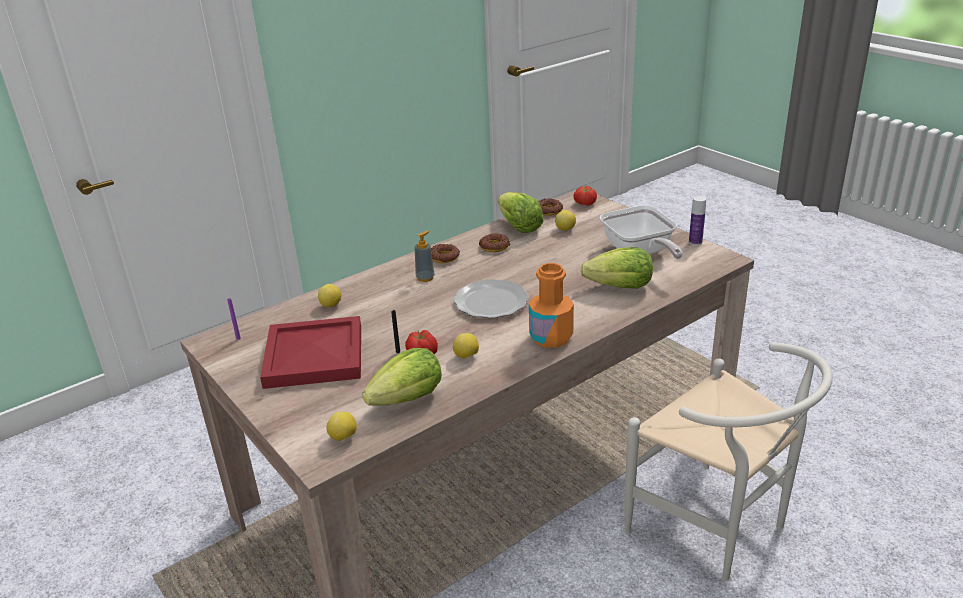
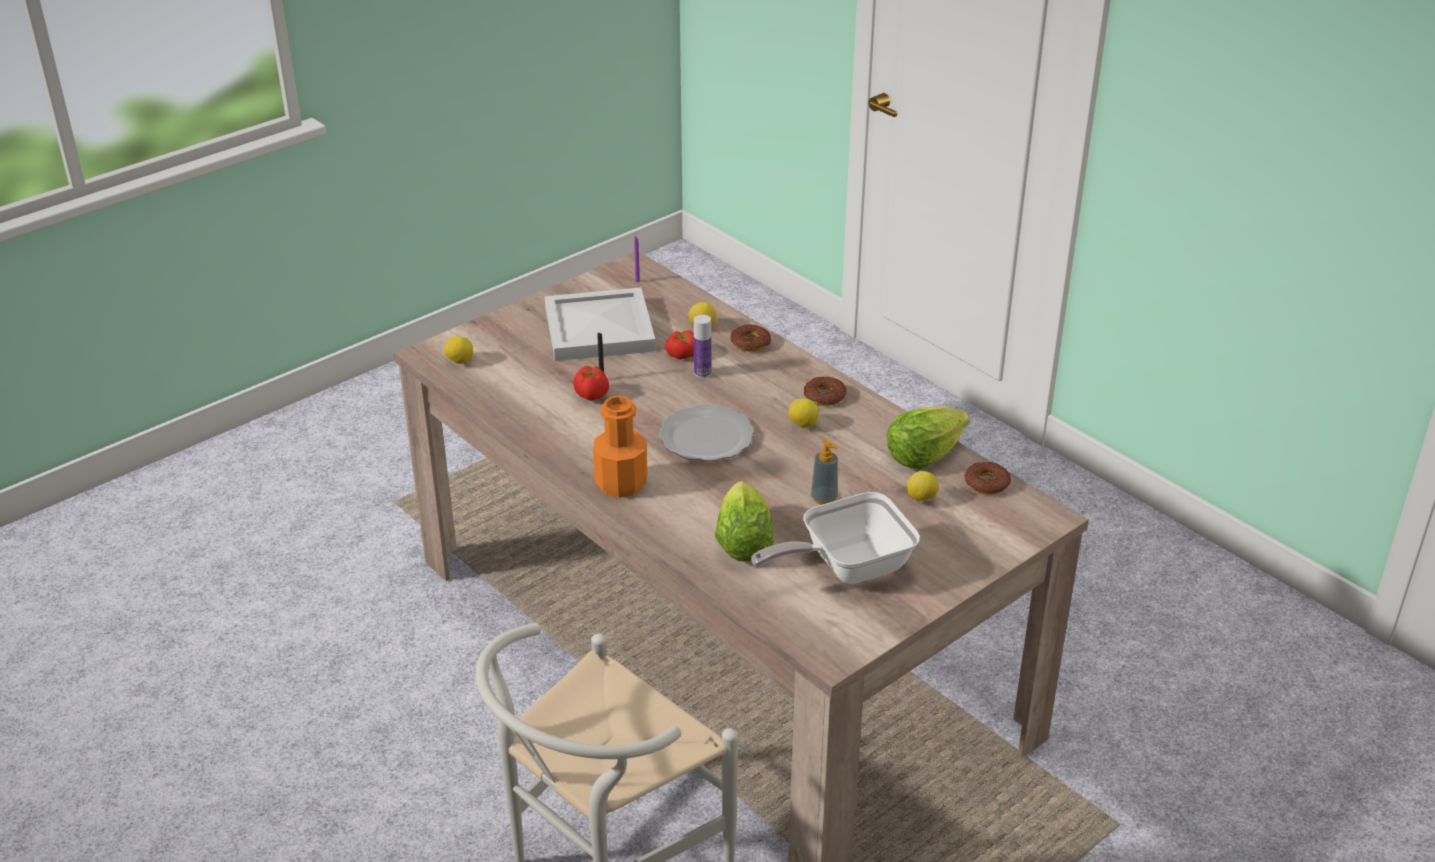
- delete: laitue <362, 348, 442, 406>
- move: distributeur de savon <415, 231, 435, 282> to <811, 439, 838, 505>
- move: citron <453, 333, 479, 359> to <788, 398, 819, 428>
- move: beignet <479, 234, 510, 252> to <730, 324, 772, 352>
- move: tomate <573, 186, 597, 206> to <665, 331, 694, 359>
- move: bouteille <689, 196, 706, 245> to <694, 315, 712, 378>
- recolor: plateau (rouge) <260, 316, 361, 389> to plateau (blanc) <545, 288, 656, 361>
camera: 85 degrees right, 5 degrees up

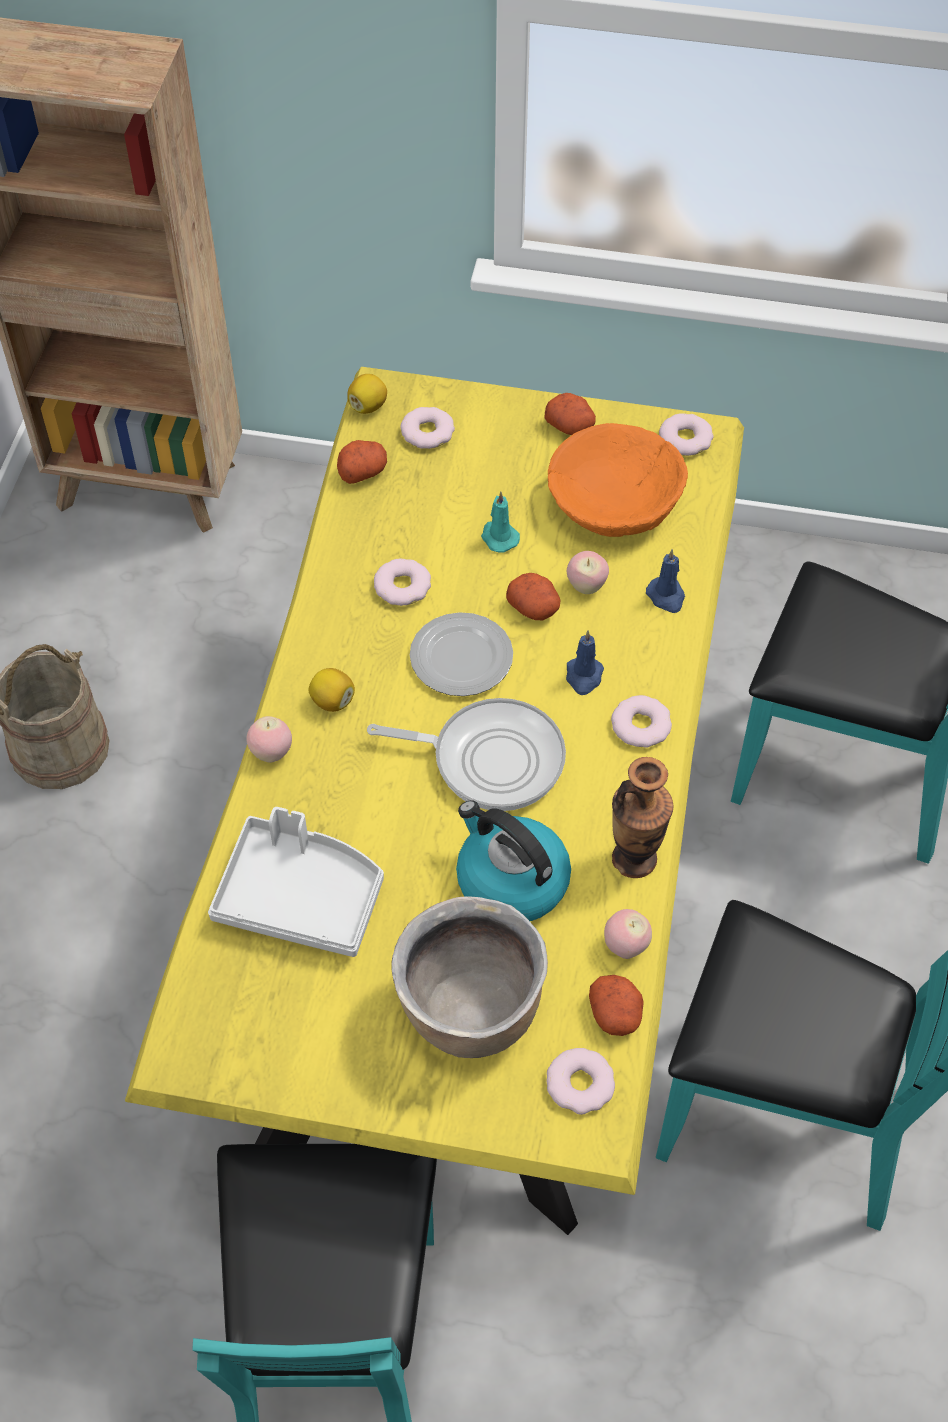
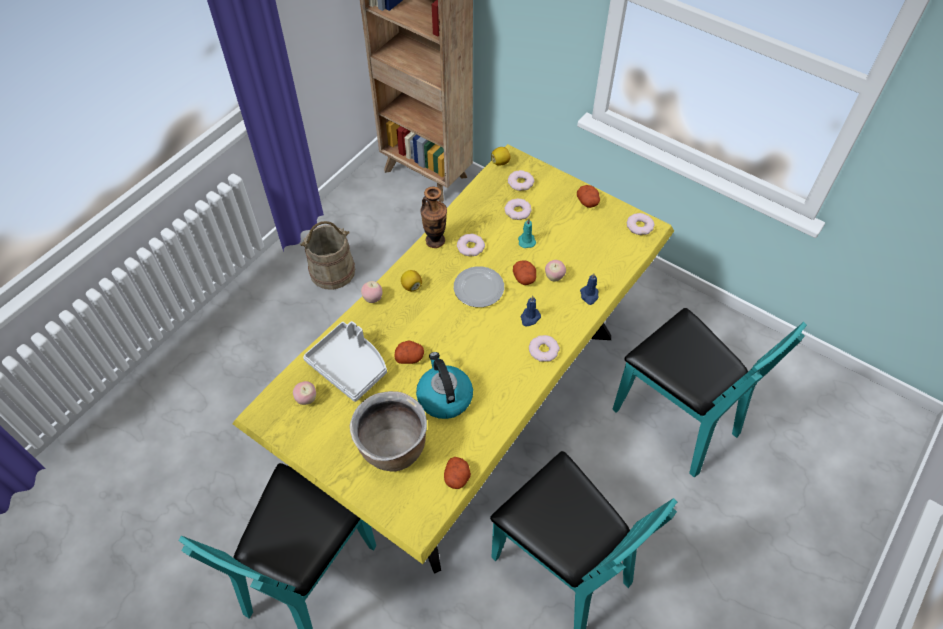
- delete: poêle <367, 698, 566, 811>
- delete: bol (orange) <548, 423, 688, 537>
- move: pomme de terre <337, 440, 387, 484> to <394, 341, 424, 364>
- move: beignet <547, 1048, 615, 1115> to <504, 198, 532, 220>
- move: pomme <604, 909, 652, 959> to <293, 381, 316, 405>
- move: vase <612, 757, 673, 878> to <420, 186, 447, 248>
camera: 25 degrees right, 0 degrees up

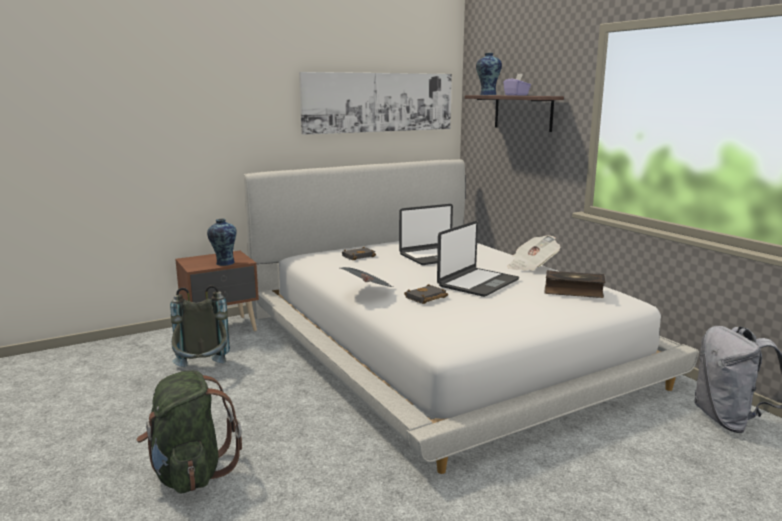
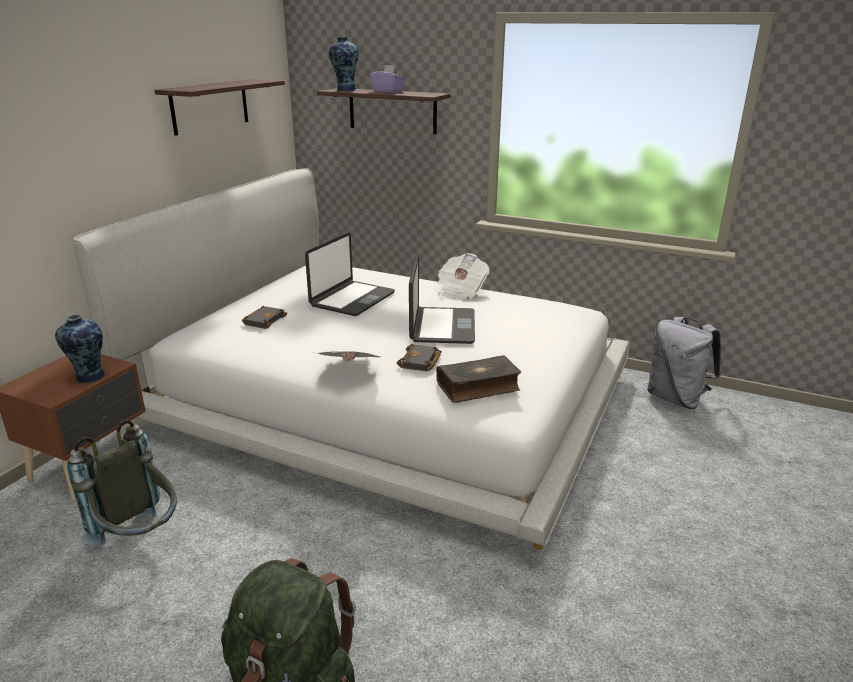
- move: livre <544, 270, 605, 298> to <436, 355, 521, 403>
- replace: tableau <299, 72, 452, 135> to étagère <154, 79, 285, 136>
camera: 35 degrees left, 10 degrees up

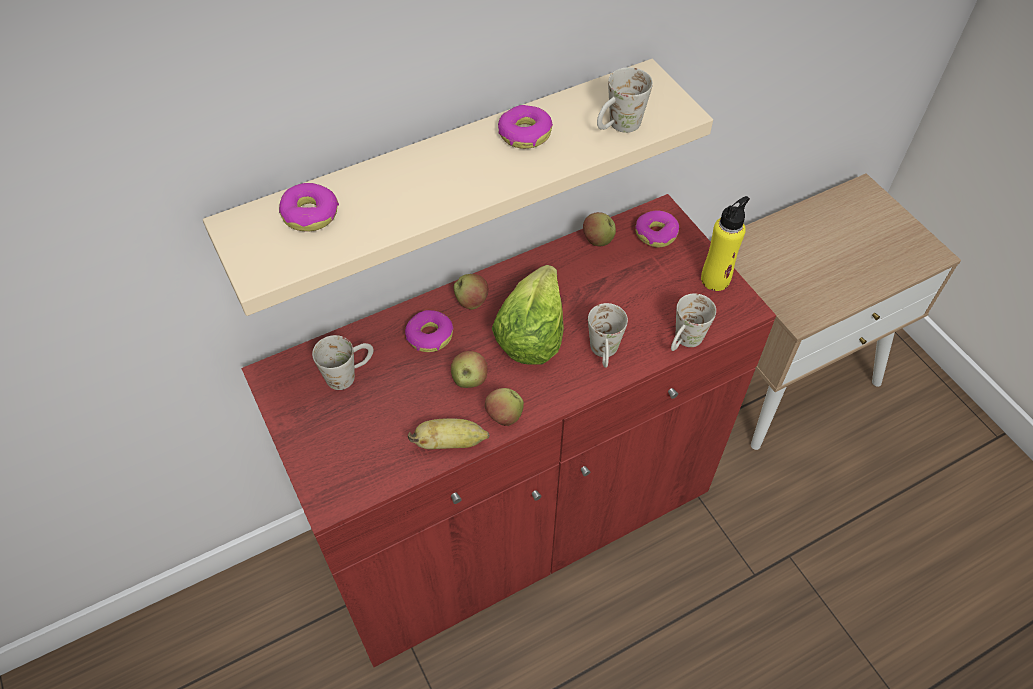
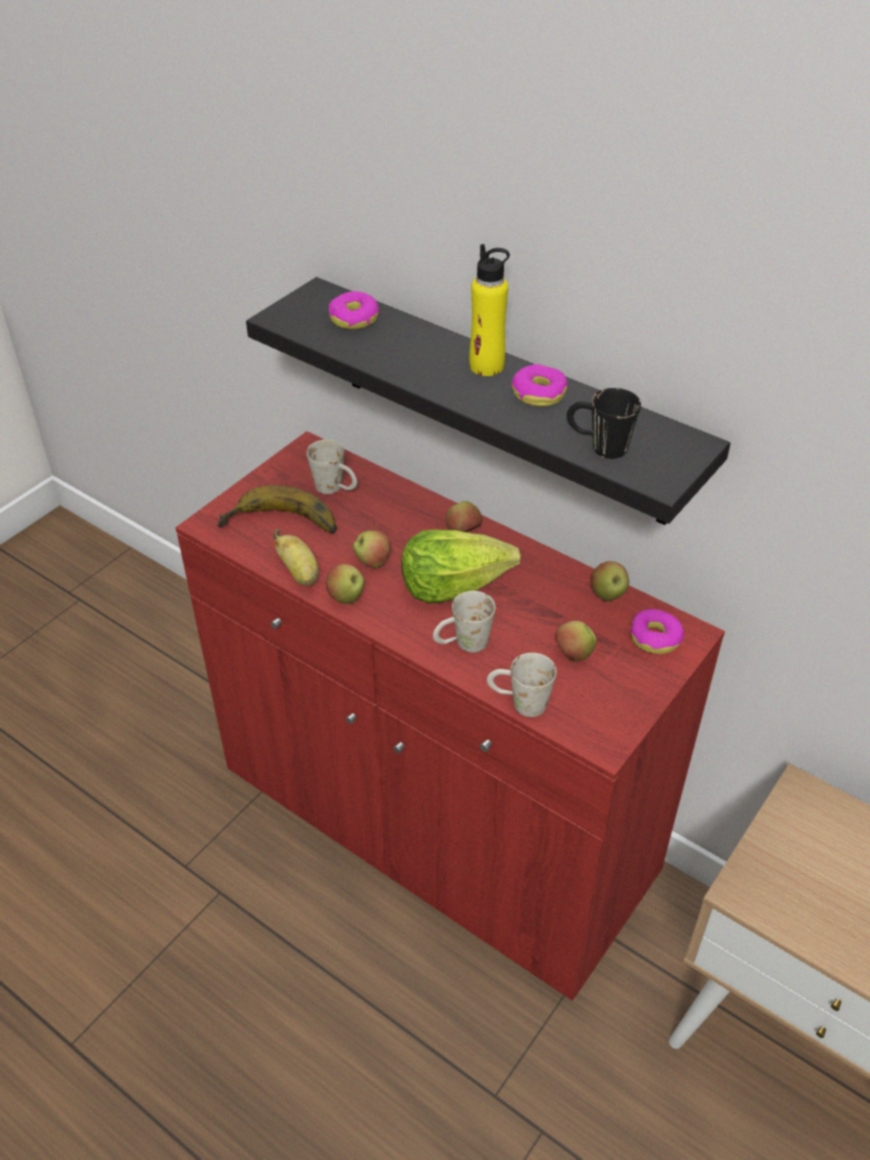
- delete: beignet <405, 310, 453, 352>
- insert: banane <217, 485, 337, 534>
- insert: pomme <555, 621, 597, 662>
- move: bouteille (jaune) <701, 196, 750, 291> to <469, 244, 510, 376>
- recolor: étagère (beige) <203, 59, 713, 316> to étagère (noir) <246, 277, 731, 525>
- recolor: mug (blanc) <597, 67, 653, 133> to mug (noir) <567, 388, 641, 459>
camera: 65 degrees right, 10 degrees down

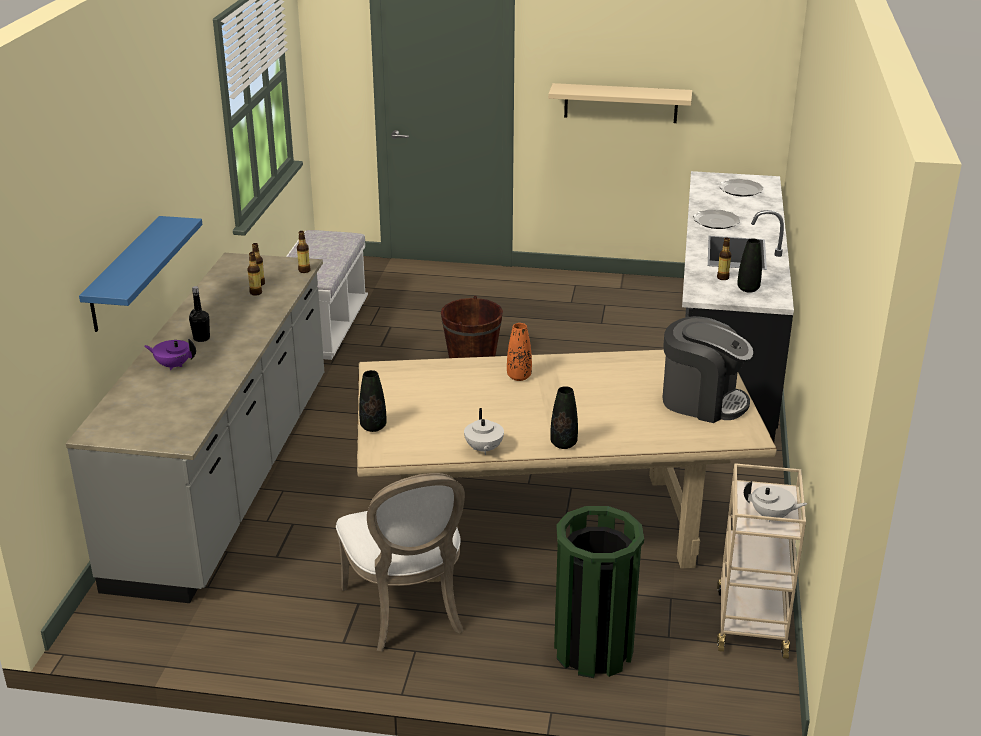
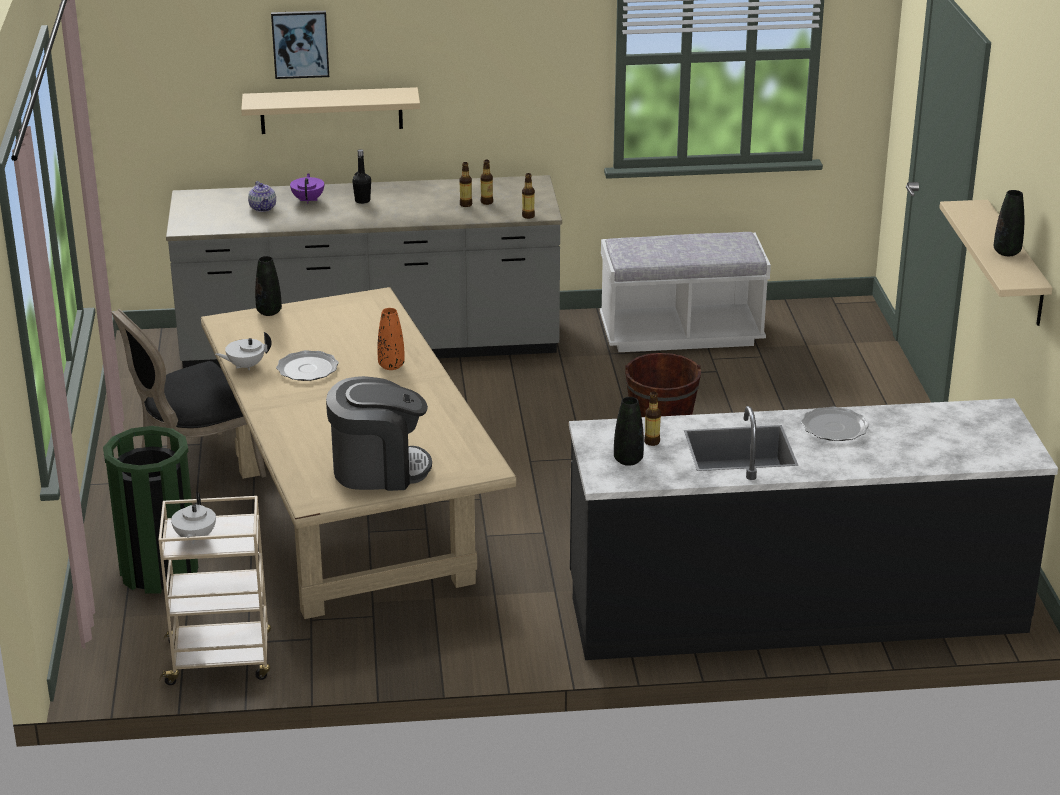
- insert: théière <248, 181, 276, 212>
- insert: tableau <271, 11, 329, 79>
- move: vase (noir) <550, 386, 578, 449> to <994, 190, 1024, 256>
- move: assiette <719, 179, 764, 197> to <276, 350, 339, 381>
- recolor: étagère (bleu) <79, 216, 203, 332> to étagère (beige) <241, 87, 420, 134>
- recolor: chaise (blanc) <336, 473, 465, 652> to chaise (noir) <111, 309, 266, 478>
- rotate: machine à café <662, 316, 753, 423> = <326, 376, 432, 491> 105 degrees counterclockwise
camera: 75 degrees right, 0 degrees up

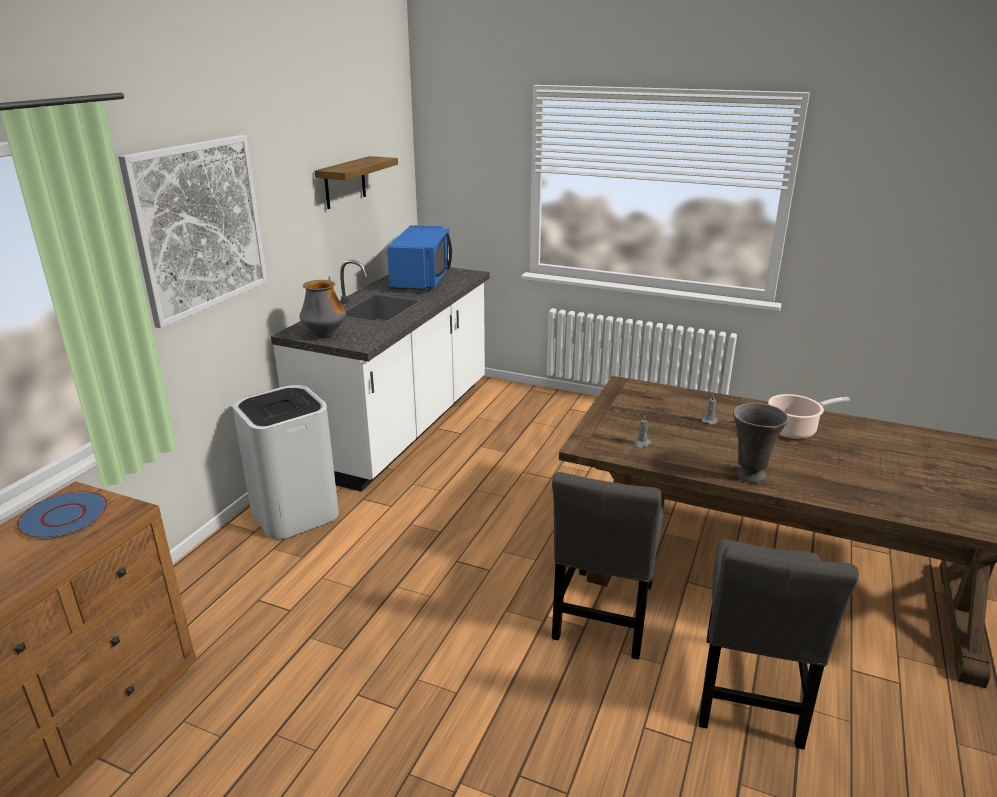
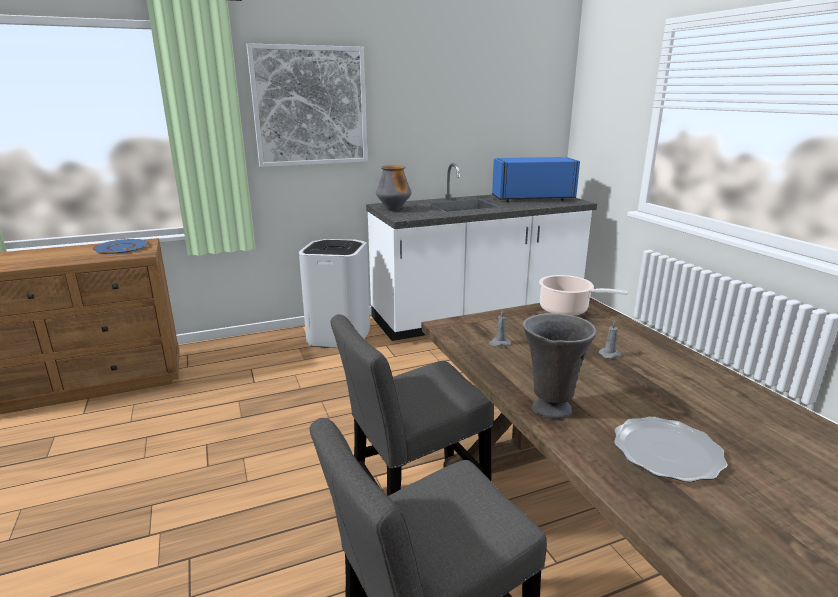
- delete: étagère <314, 156, 398, 209>
- insert: assiette <614, 417, 728, 482>
- move: marmite <768, 394, 850, 439> to <539, 275, 628, 316>
- rotate: micro-ondes (bleu) <387, 225, 452, 290> = <492, 157, 580, 202> 150 degrees counterclockwise
camera: 45 degrees right, 5 degrees down

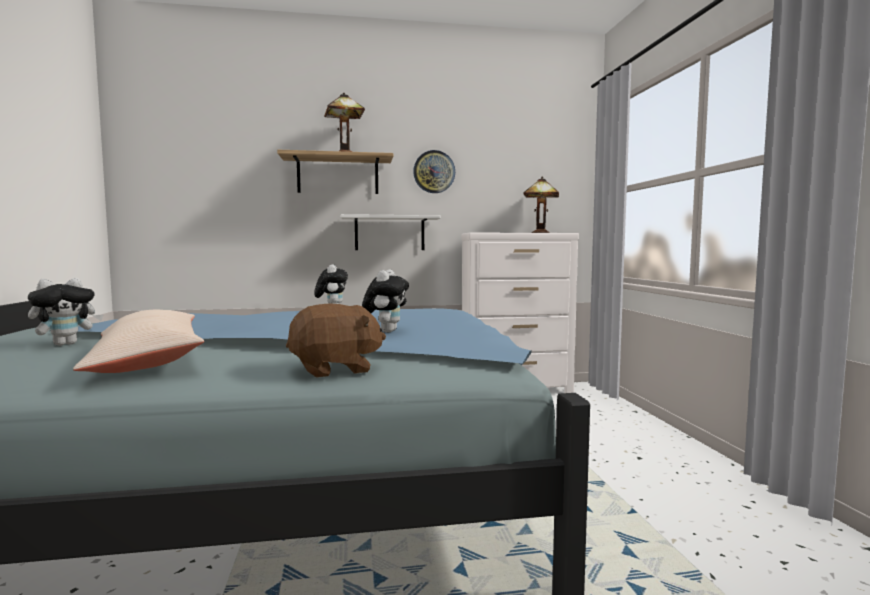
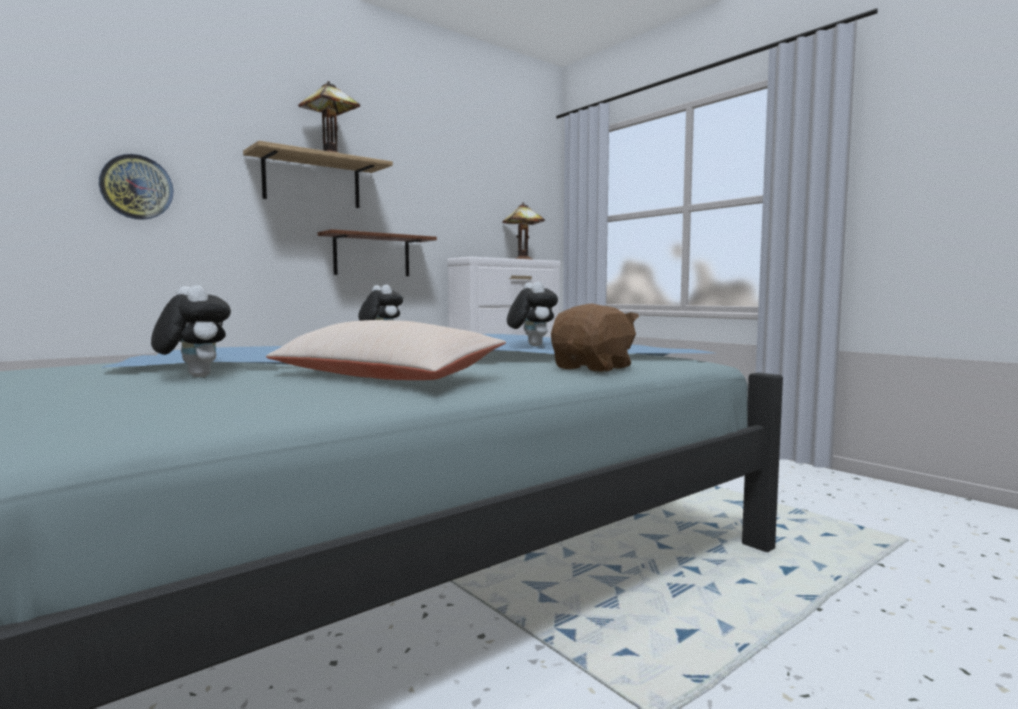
- move: horloge murale <413, 150, 455, 193> to <99, 154, 173, 220>
- recolor: étagère (blanc) <341, 214, 441, 250> to étagère (marron) <318, 229, 437, 276>
- rotate: peluche <28, 278, 104, 346> = <151, 285, 231, 377> 60 degrees counterclockwise
camera: 30 degrees left, 0 degrees up

